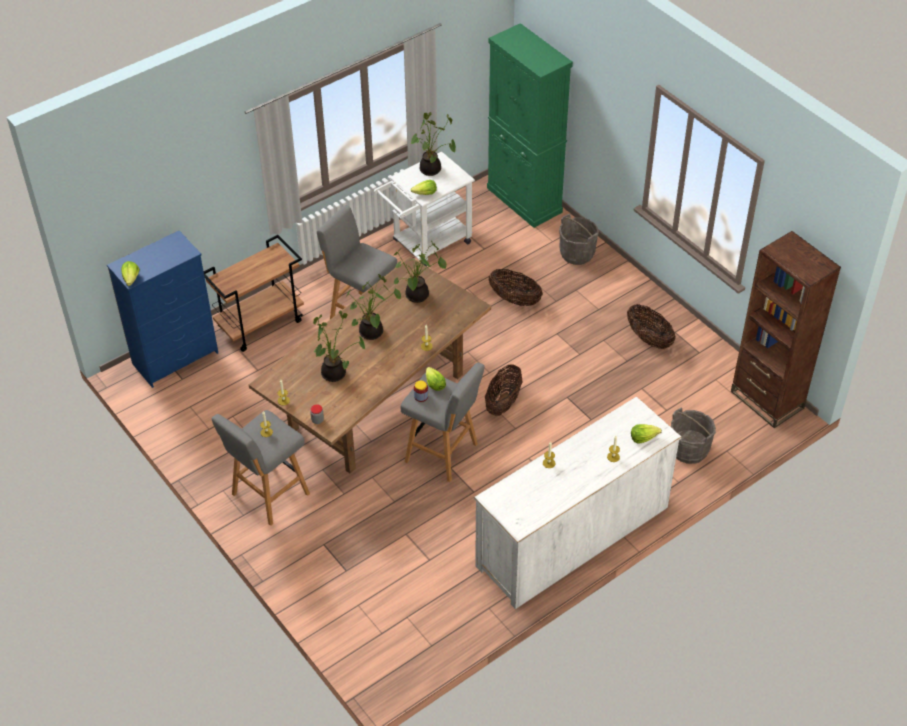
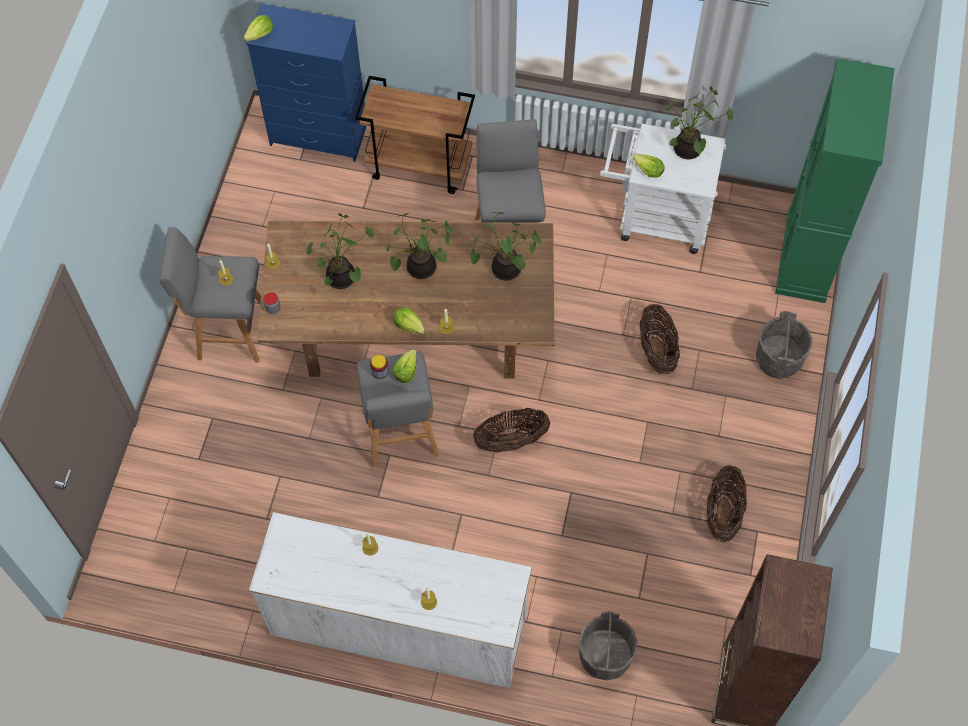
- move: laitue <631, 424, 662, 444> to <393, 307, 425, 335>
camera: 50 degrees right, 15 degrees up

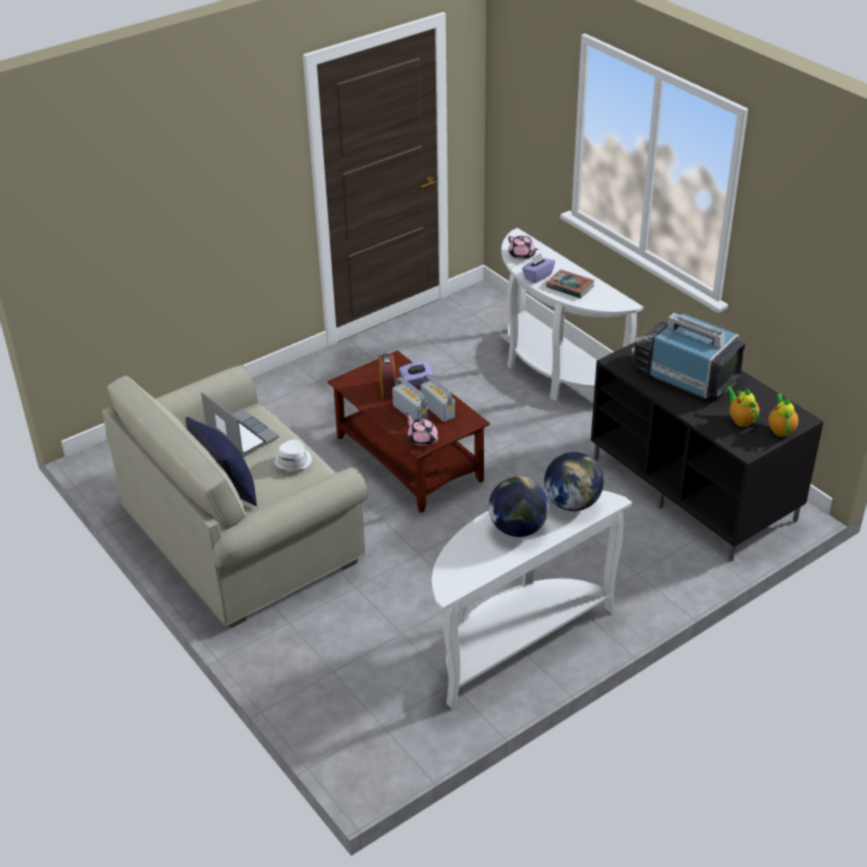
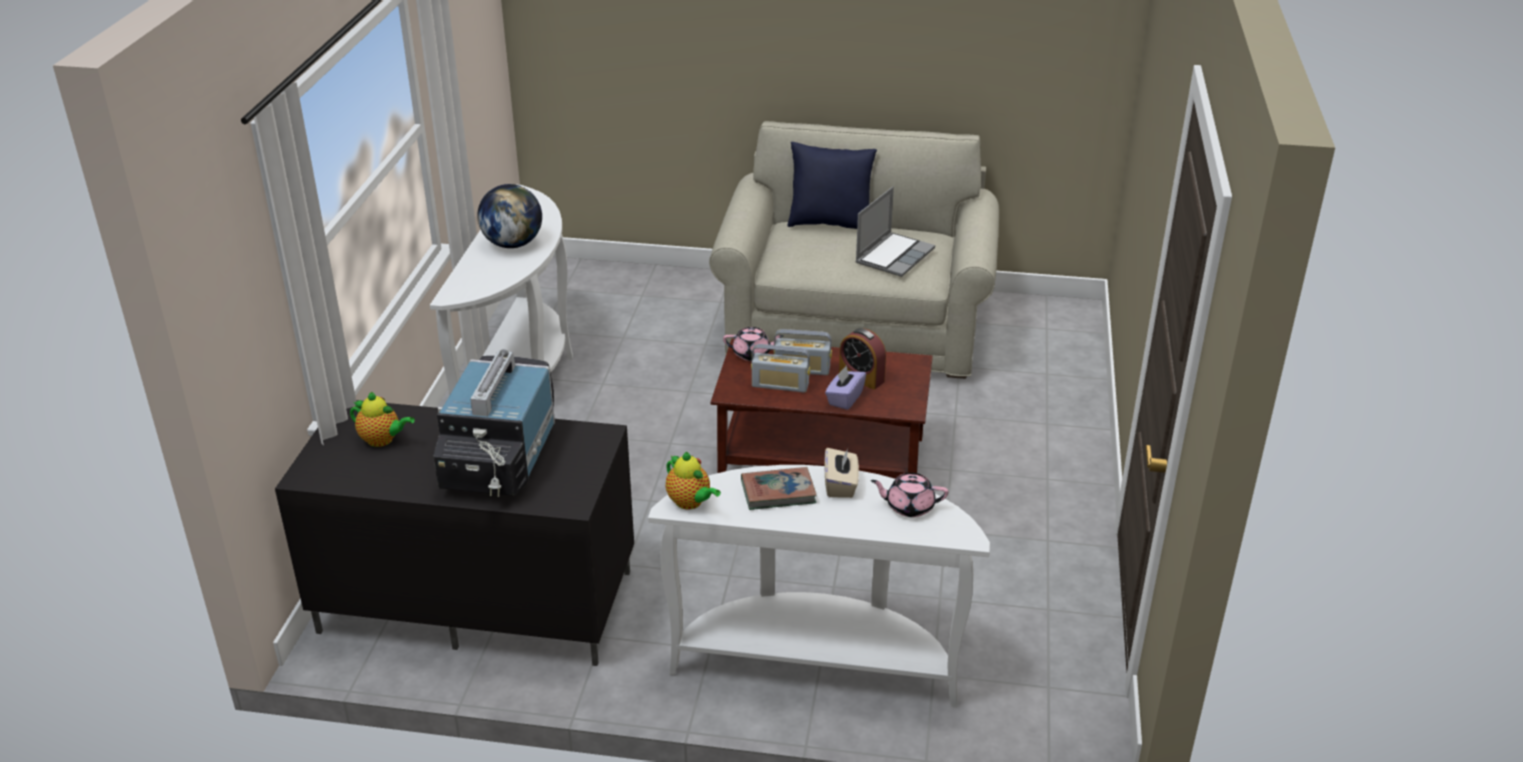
- delete: chapeau (blanc) <273, 440, 312, 471>
- delete: globe <544, 452, 604, 511>
- move: théière <768, 394, 798, 437> to <665, 452, 721, 509>
- recolor: boîte à mouchoirs (violet) <522, 253, 555, 283> to boîte à mouchoirs (beige) <825, 448, 859, 498>
- rotate: ordinateur portable <201, 392, 279, 457> = <855, 187, 935, 277> 60 degrees counterclockwise
- rotate: téléviseur <631, 312, 746, 399> = <433, 349, 555, 497> 105 degrees clockwise
camera: 135 degrees right, 5 degrees down

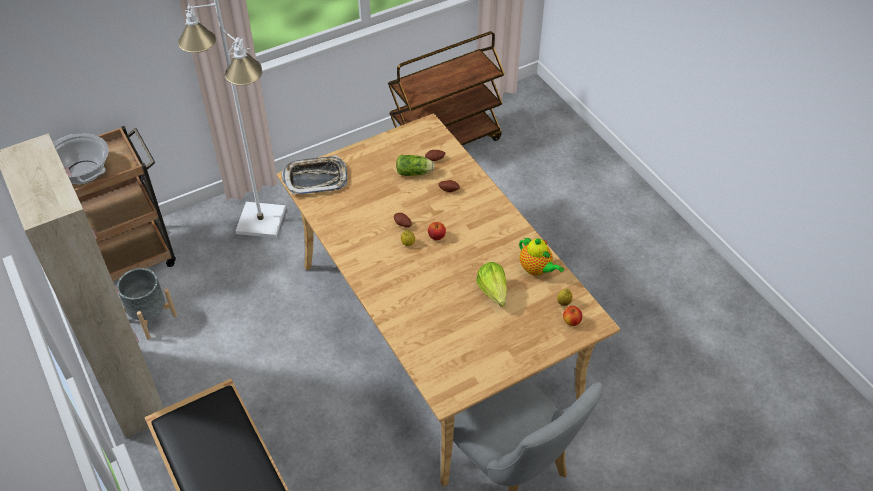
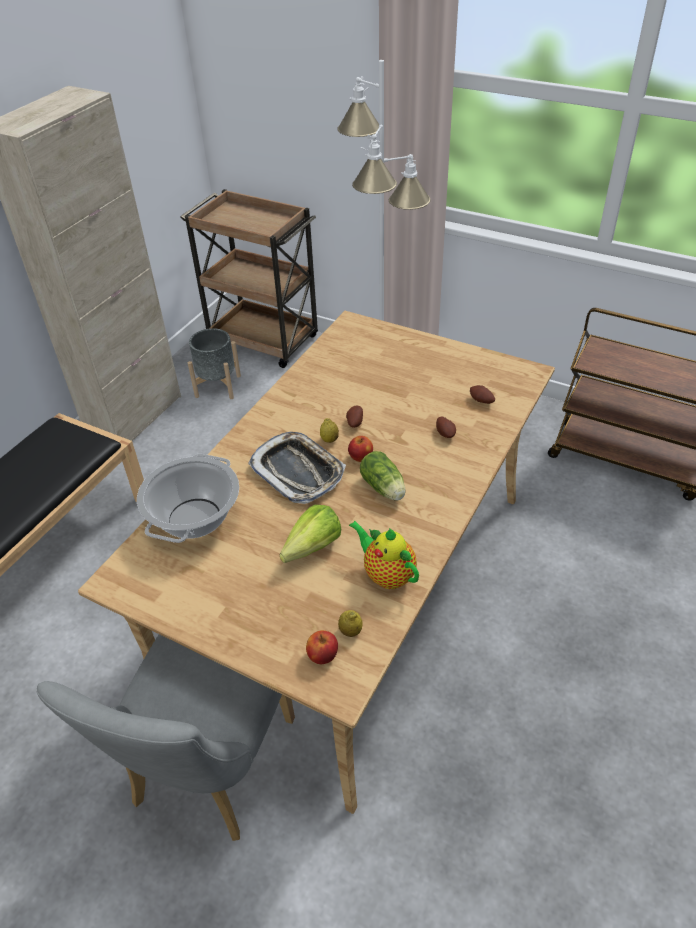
- move: marmite <53, 134, 109, 184> to <137, 454, 239, 543>
- move: plateau <282, 155, 348, 194> to <248, 432, 346, 504>
- move: laitue <396, 155, 435, 176> to <360, 451, 406, 501>
- rotate: théière <519, 238, 564, 276> = <349, 521, 419, 589> 120 degrees clockwise
camera: 60 degrees right, 5 degrees down

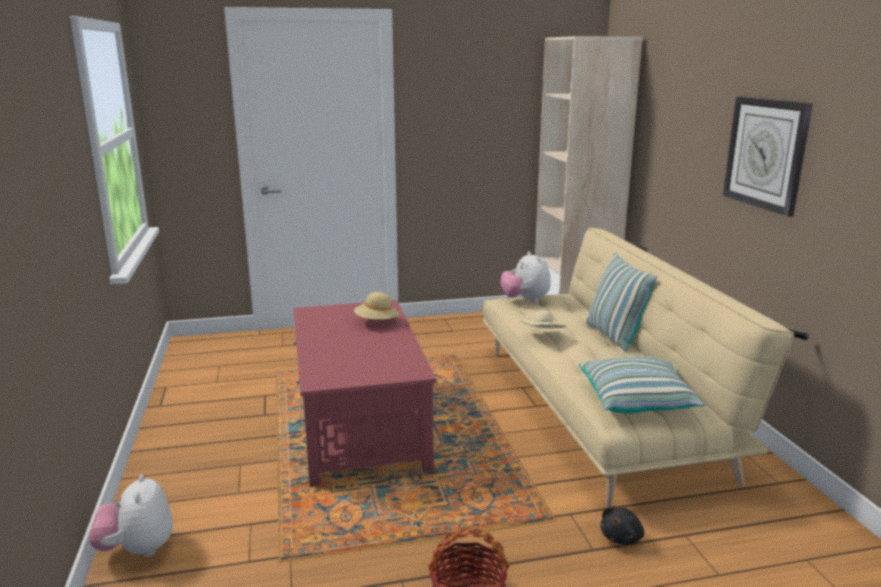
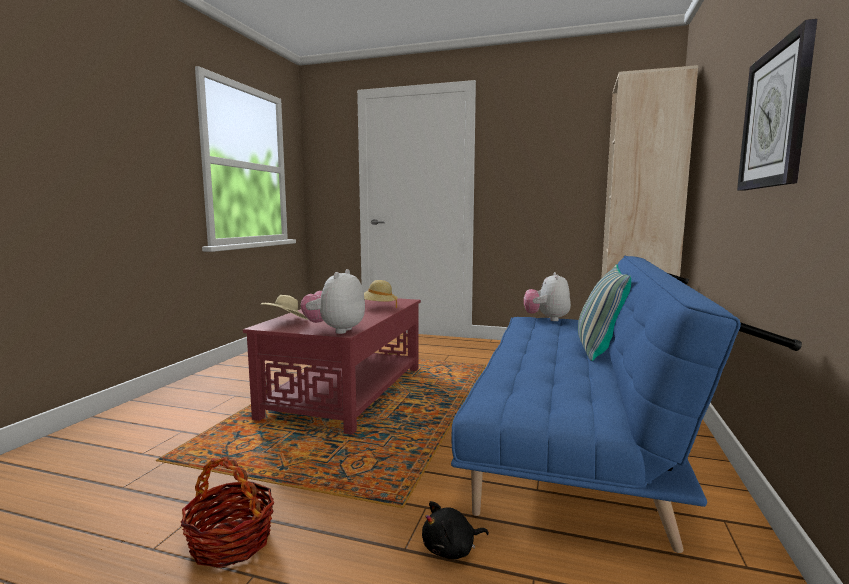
- delete: coussin <579, 357, 706, 413>
- move: peluche <89, 475, 173, 557> to <301, 269, 365, 334>
- move: chapeau (beige) <520, 311, 566, 329> to <261, 295, 308, 320>
- recolor: canapé (beige) <482, 228, 809, 508> to canapé (bleu) <451, 256, 802, 553>
camera: 30 degrees right, 10 degrees down

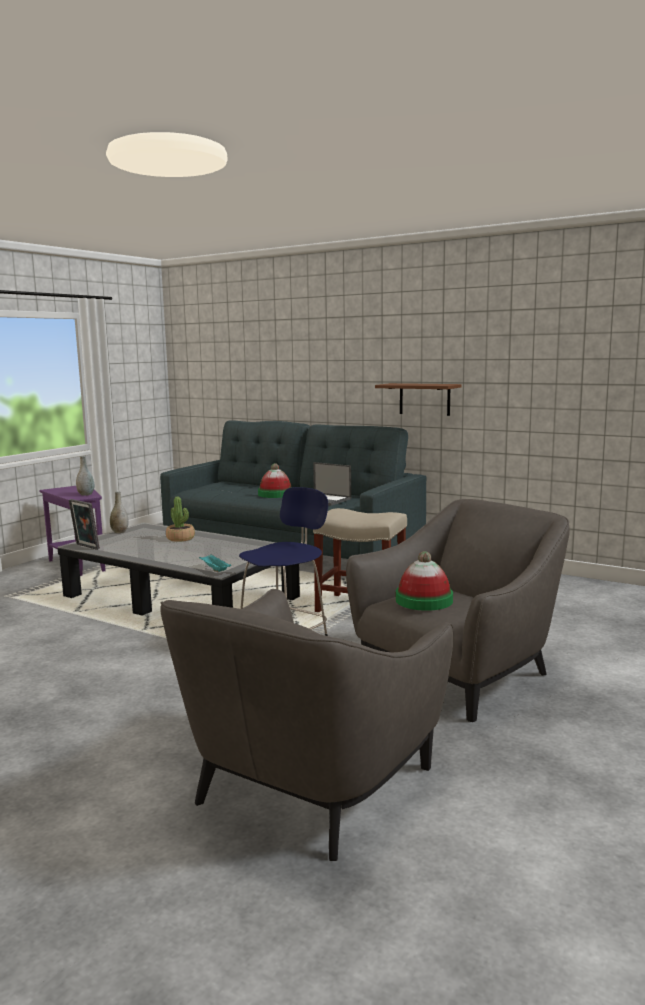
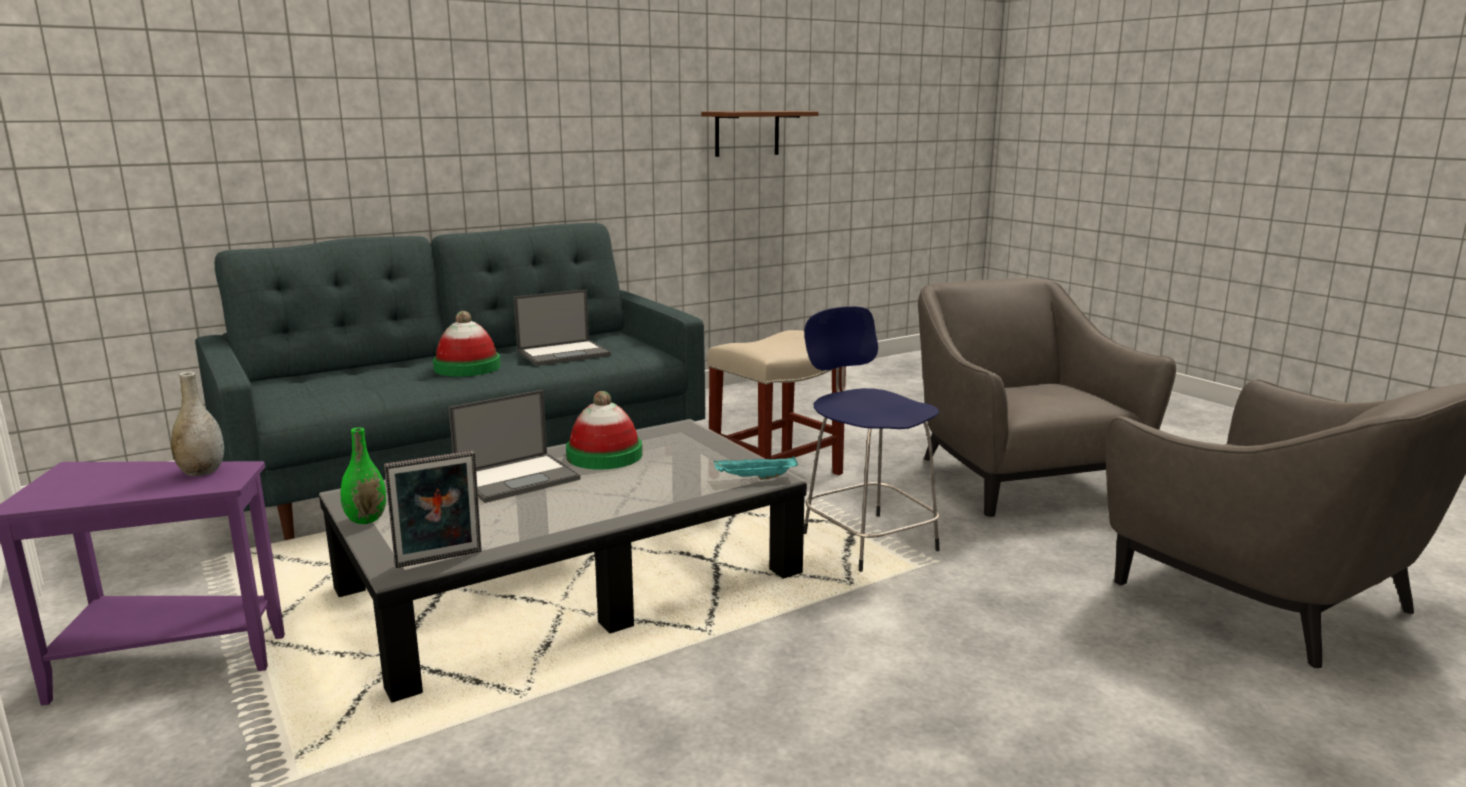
- move: étagère (marron) <375, 383, 462, 416> to <701, 111, 819, 157>
- move: chapeau <396, 551, 453, 611> to <566, 391, 642, 470>
- replace: plante en pot <166, 496, 195, 542> to ordinateur portable <448, 390, 580, 503>
- recolor: vase (gris) <110, 491, 129, 533> to vase (vert) <340, 428, 386, 524>
camera: 65 degrees left, 5 degrees up

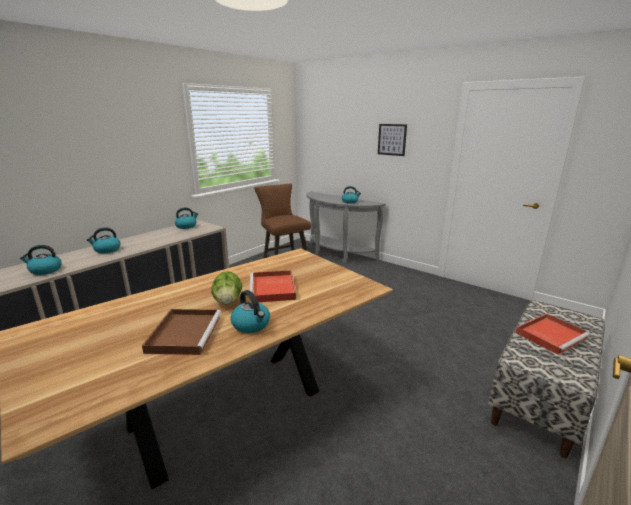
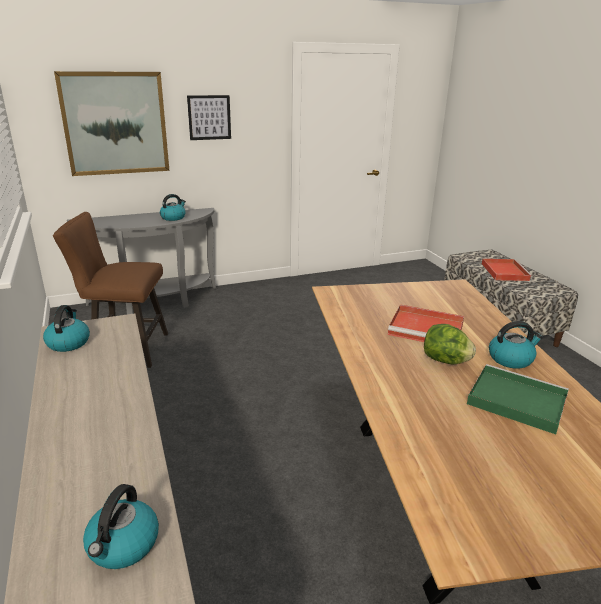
- delete: bouilloire <87, 227, 121, 254>
- insert: tableau <54, 71, 169, 176>
- recolor: plateau (marron) <142, 309, 221, 355> to plateau (vert) <467, 364, 569, 434>
camera: 60 degrees left, 5 degrees up

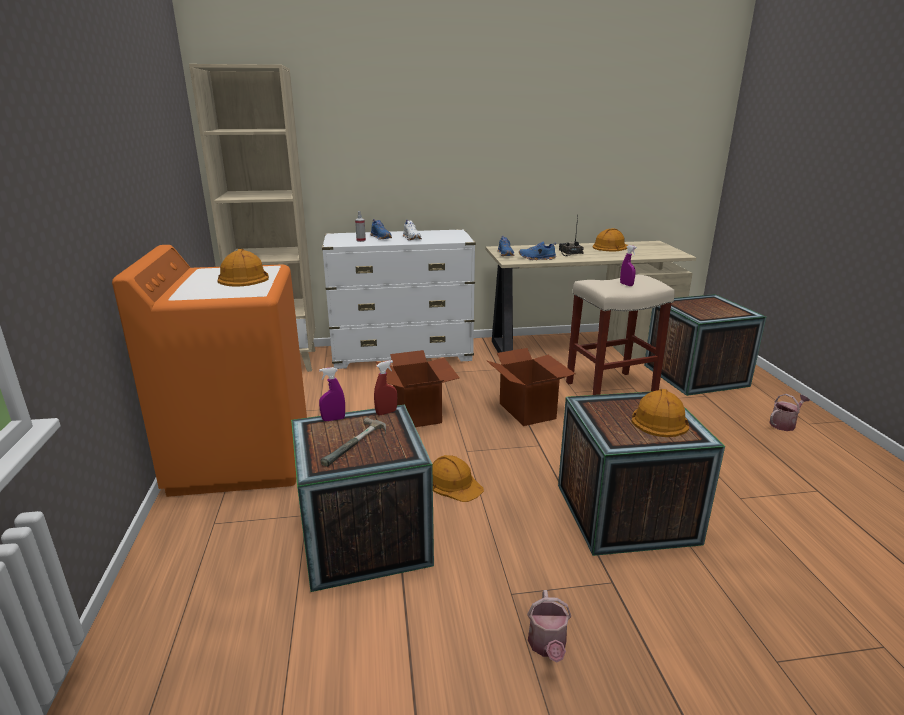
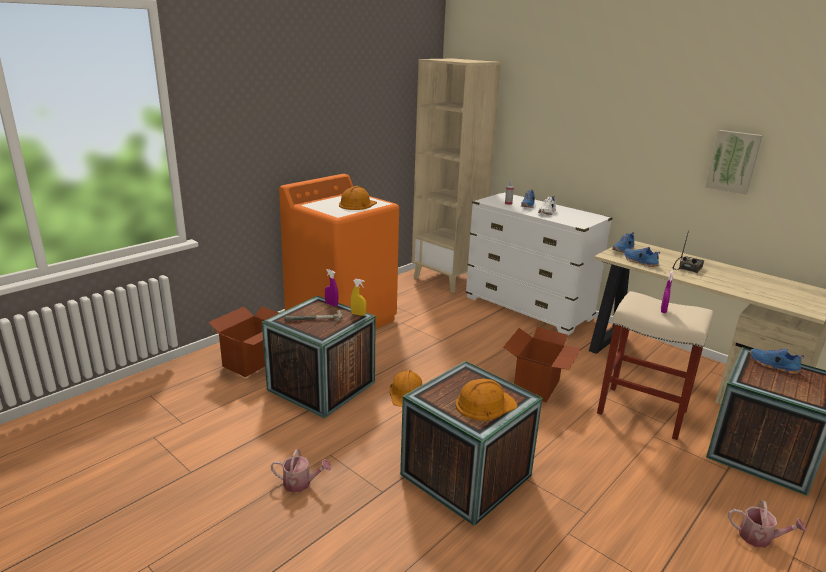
- delete: casque de chantier (orange) <592, 228, 628, 252>
- insert: tableau <705, 130, 763, 195>
- insert: chaussure (bleu) <750, 349, 804, 374>
- move: carton <376, 350, 459, 427> to <208, 306, 279, 377>
- recolor: vaporisateur (rouge) <374, 360, 397, 415> to vaporisateur (jaune) <350, 279, 366, 316>
- rotate: arrosoir <527, 590, 571, 663> = <271, 449, 331, 493> 135 degrees counterclockwise
camera: 50 degrees right, 0 degrees up

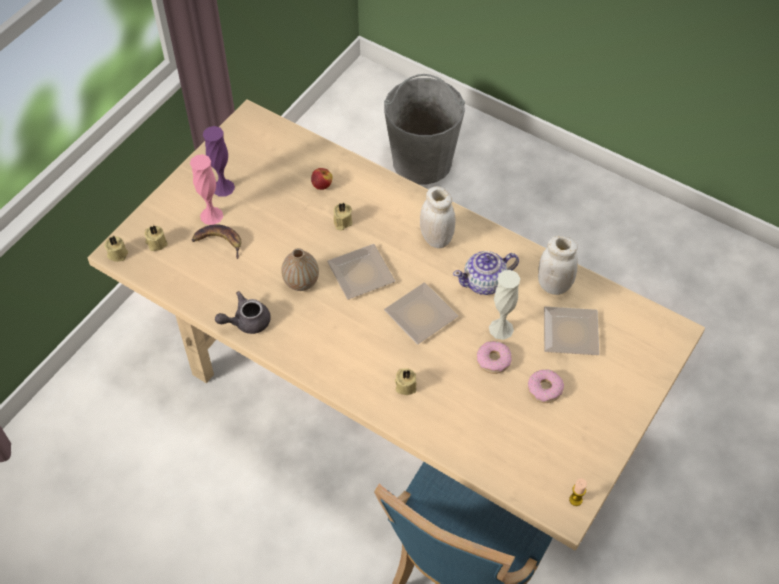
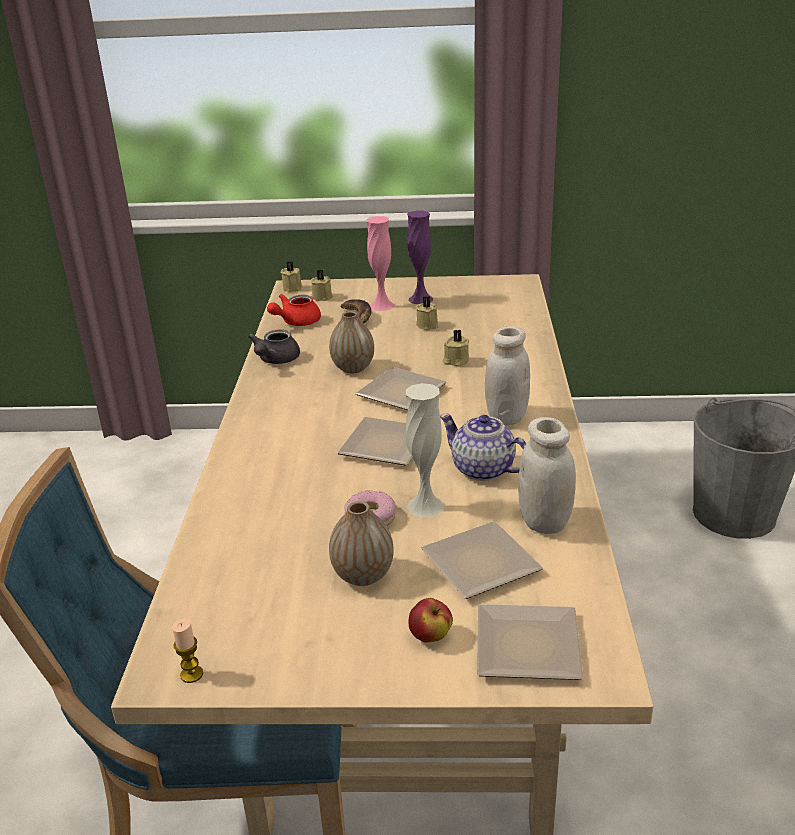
- insert: théière (rouge) <267, 294, 321, 326>
- insert: assiette <477, 604, 583, 680>
- move: pomme <311, 168, 332, 190> to <409, 598, 453, 643>
- move: bougie (beige) <395, 368, 417, 395> to <416, 296, 439, 330>
- replace: beignet <528, 370, 564, 403> to vase <329, 501, 394, 586>
- rotate: théière (gris) <215, 291, 271, 334> = <248, 330, 300, 364> 105 degrees counterclockwise
camera: 60 degrees right, 25 degrees down

